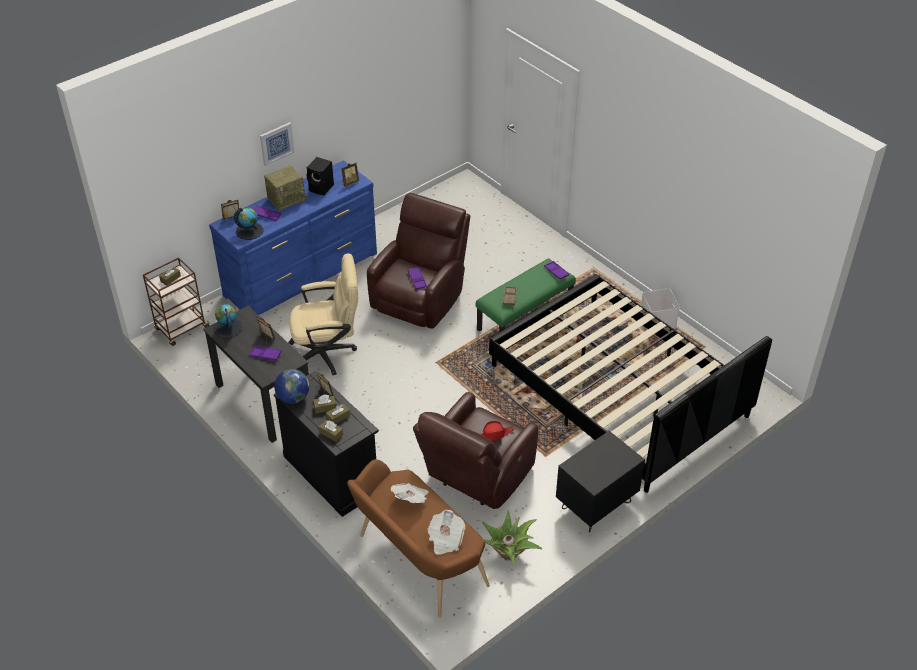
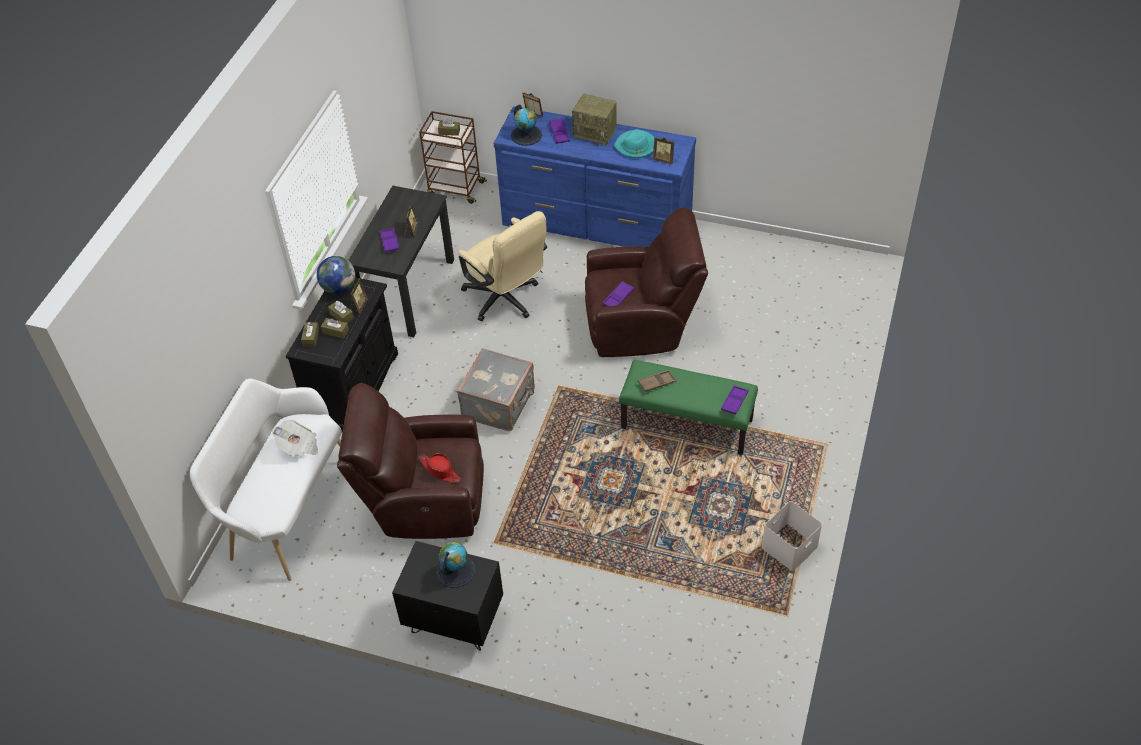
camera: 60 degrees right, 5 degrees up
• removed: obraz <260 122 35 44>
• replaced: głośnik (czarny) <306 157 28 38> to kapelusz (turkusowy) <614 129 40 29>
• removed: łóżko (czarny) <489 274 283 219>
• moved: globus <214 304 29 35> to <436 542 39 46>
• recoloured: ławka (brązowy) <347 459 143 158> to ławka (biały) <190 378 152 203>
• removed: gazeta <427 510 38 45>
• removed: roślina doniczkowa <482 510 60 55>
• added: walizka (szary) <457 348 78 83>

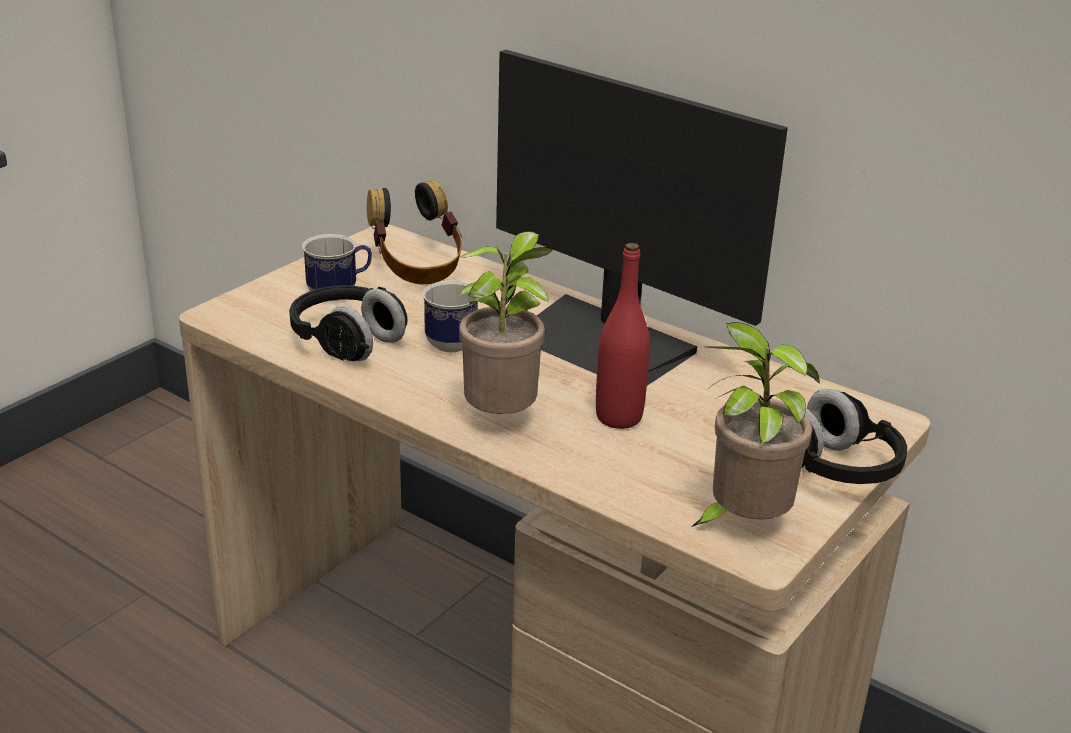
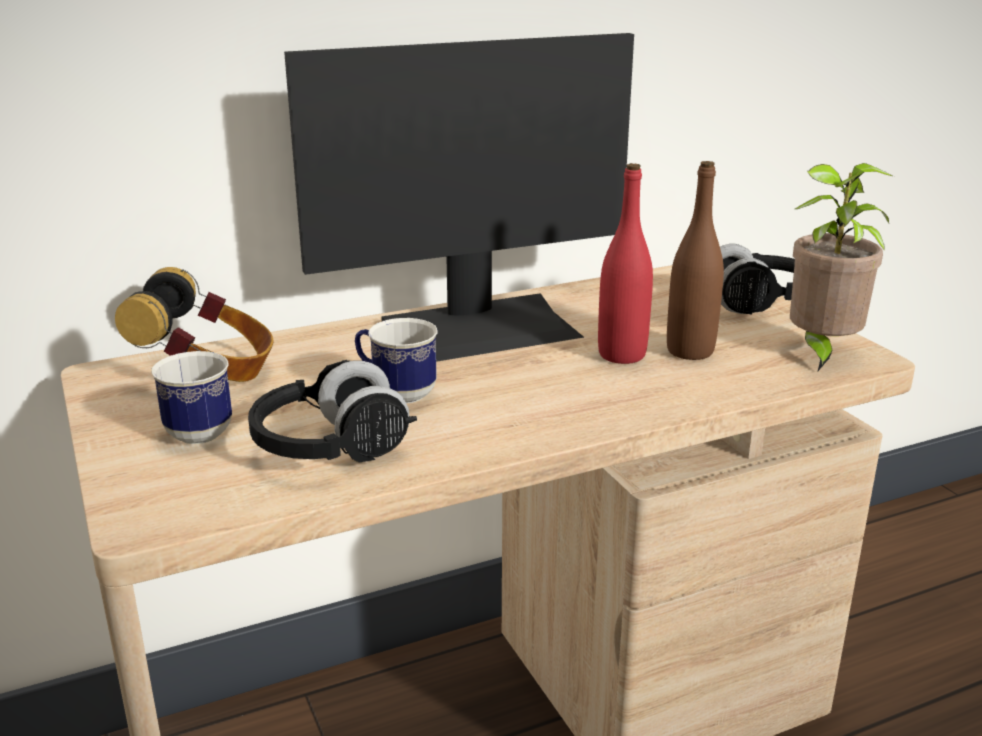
camera: 60 degrees left, 5 degrees down
• removed: roślina doniczkowa <458 231 97 183>
• added: butelka (brązowy) <667 161 57 199>

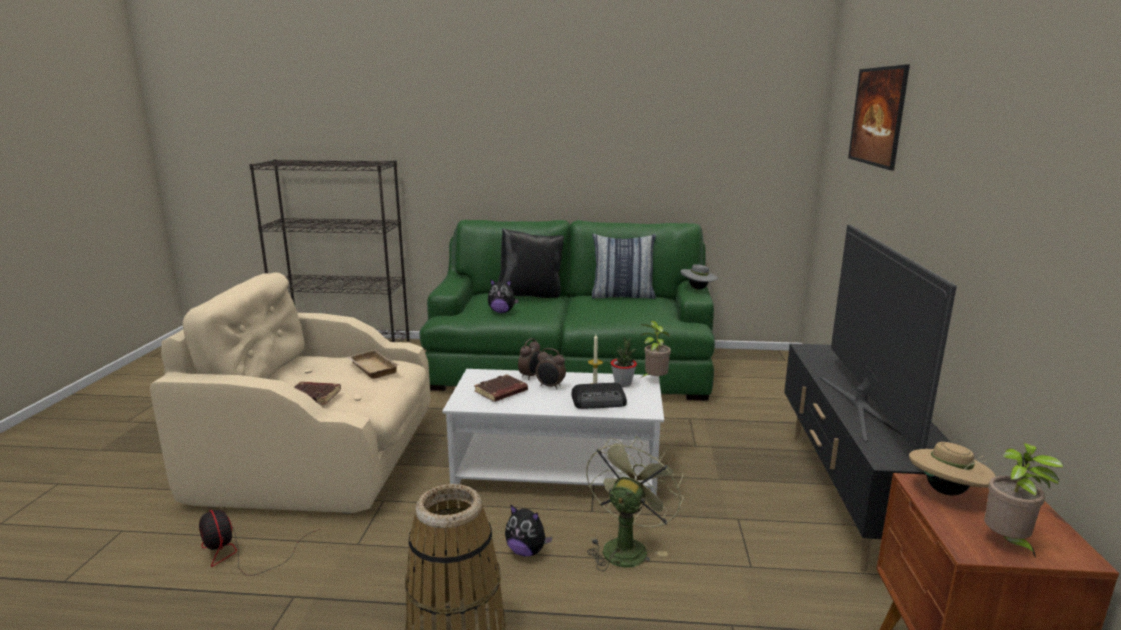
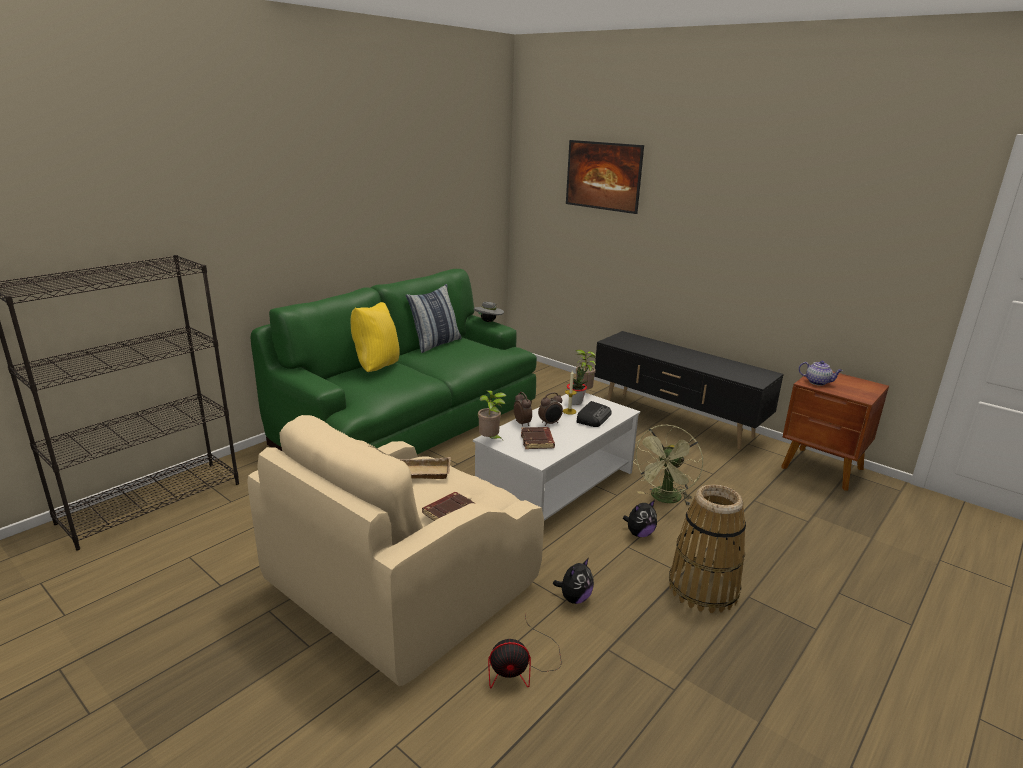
camera: 55 degrees left, 5 degrees up
• removed: telewizor <820 224 137 226>
• recoloured: poduszka (czarny) <498 228 66 70> to poduszka (żółty) <350 302 49 70>
• moved: pluszak <488 279 31 34> to <553 558 41 46>
• turned: wentylator (zielony) <586 436 97 135> = <632 425 71 81> 120 degrees counterclockwise
• replaced: kapelusz (beżowy) <909 442 87 54> to imbryk <799 361 44 25>
• moved: roślina doniczkowa <984 443 79 115> to <478 390 28 50>

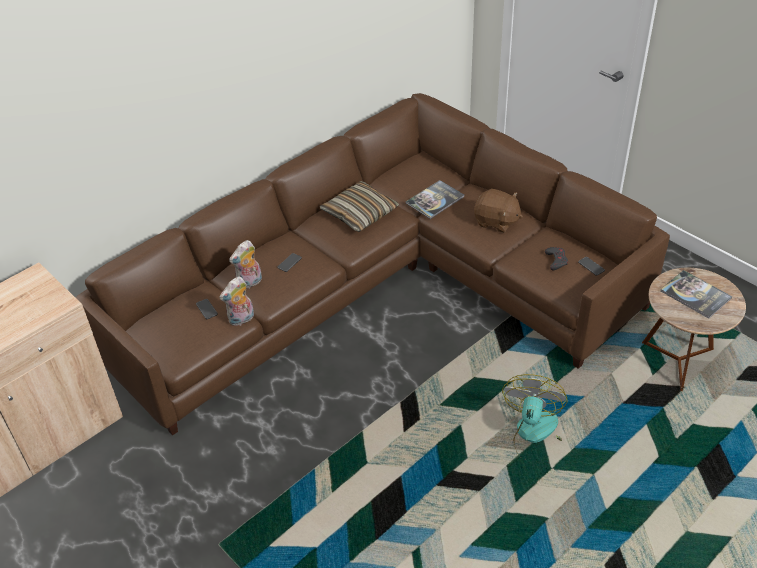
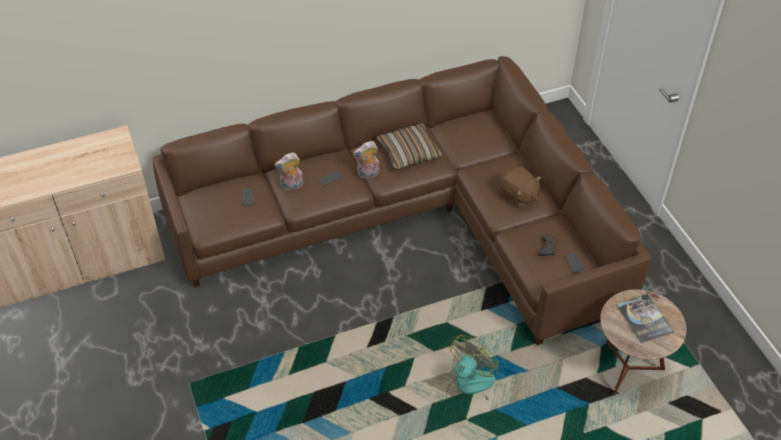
camera: 20 degrees right, 5 degrees up
• removed: książka <406 180 58 39>
• moved: pluszak <219 276 35 50> to <353 141 26 38>

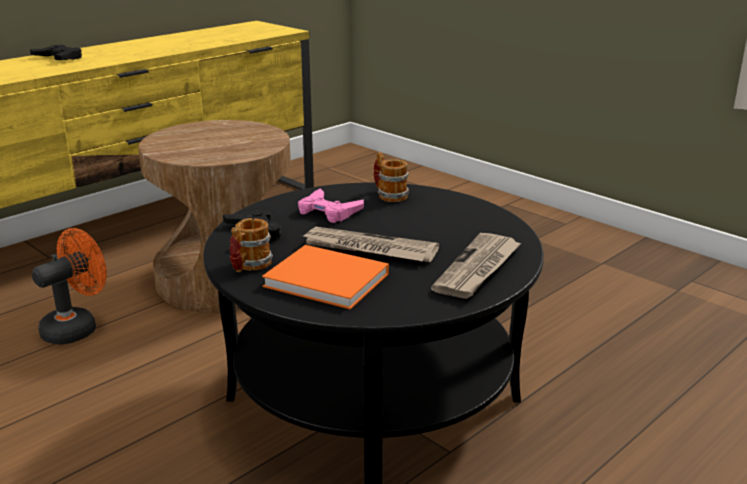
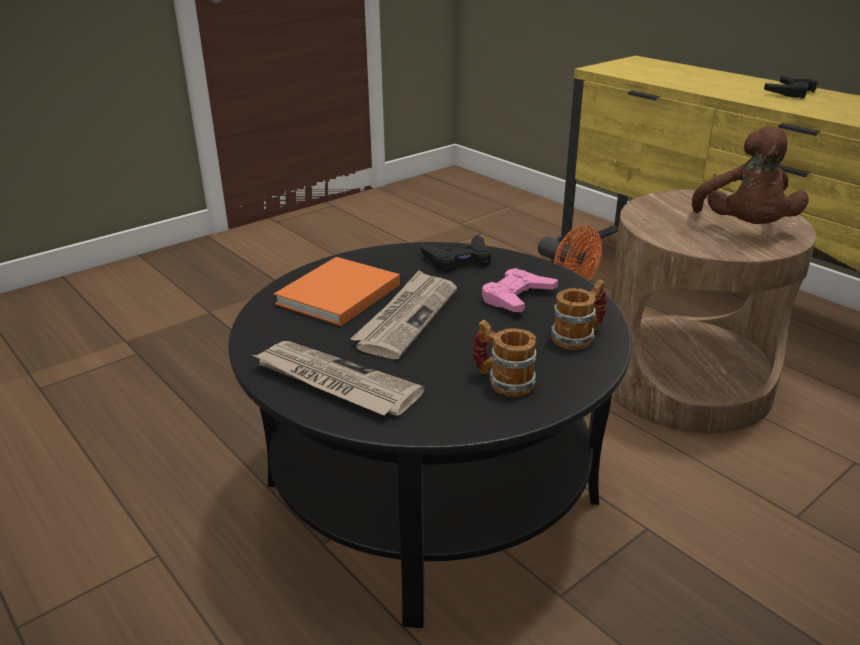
camera: 95 degrees right, 5 degrees up
• moved: kubek <229 218 44 54> to <472 320 64 77>
• added: pluszak (brązowy) <692 126 116 98>

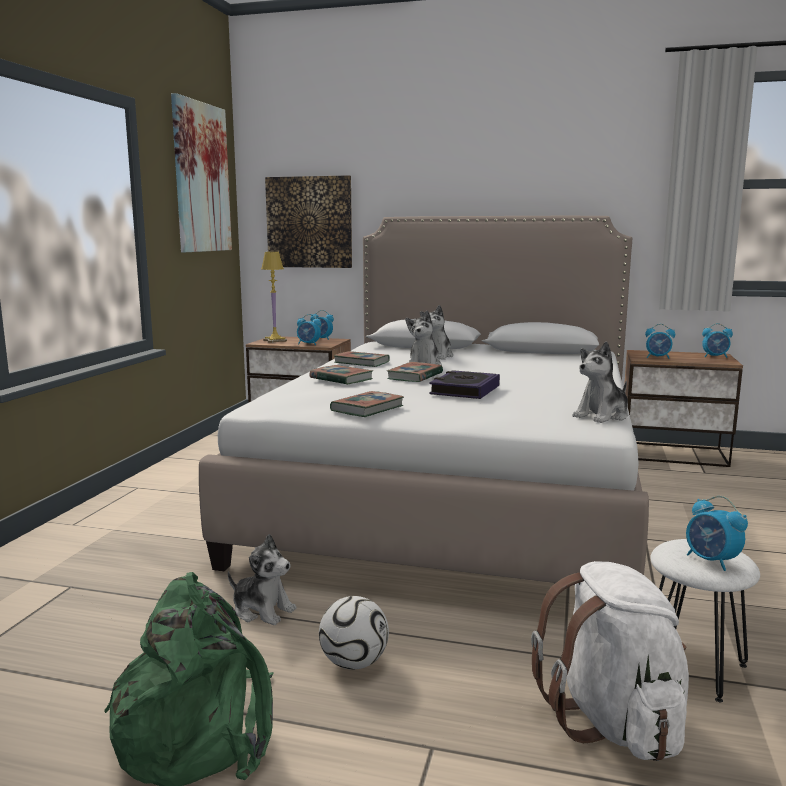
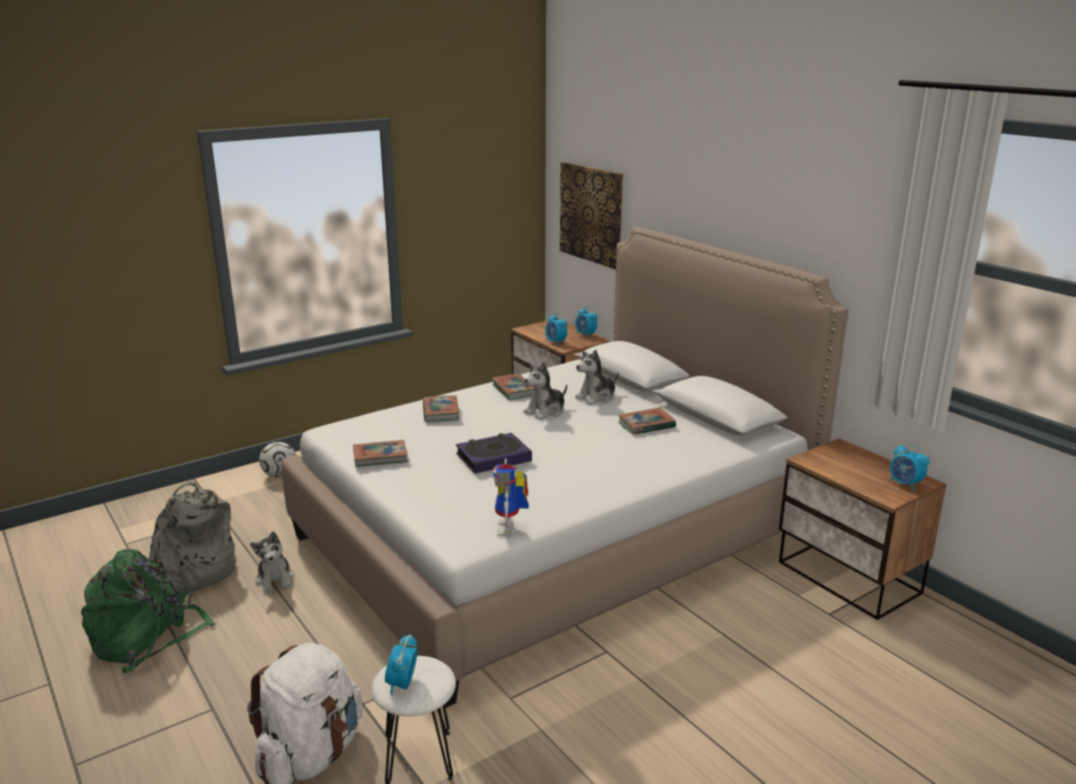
camera: 40 degrees right, 10 degrees up
• removed: obraz <171 93 61 159>
• removed: lampa stołowa (żółty) <261 252 26 91>
• removed: budzik <645 324 30 35>
• replaced: pluszak <572 341 56 82> to robot zabawkowy <493 459 36 77>
• moved: książka <387 362 56 20> to <618 407 58 28>
• moved: piłka futbolowa <319 596 70 74> to <259 442 37 36>
• added: plecak (szary) <149 481 87 111>

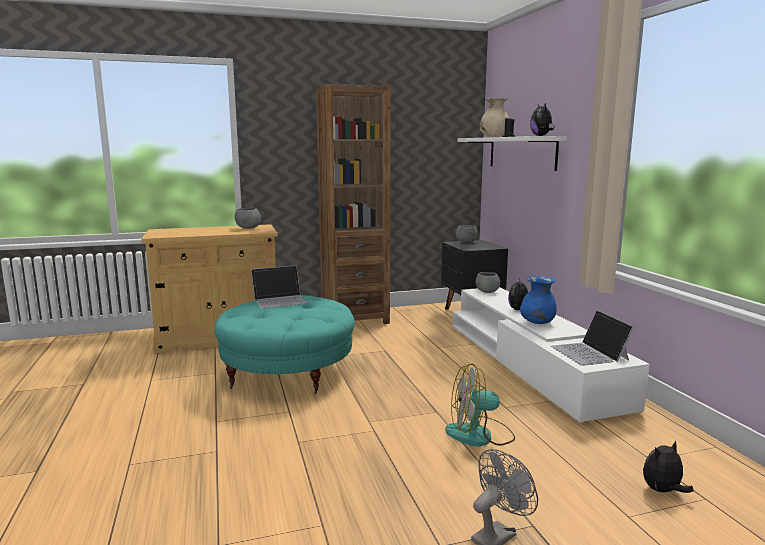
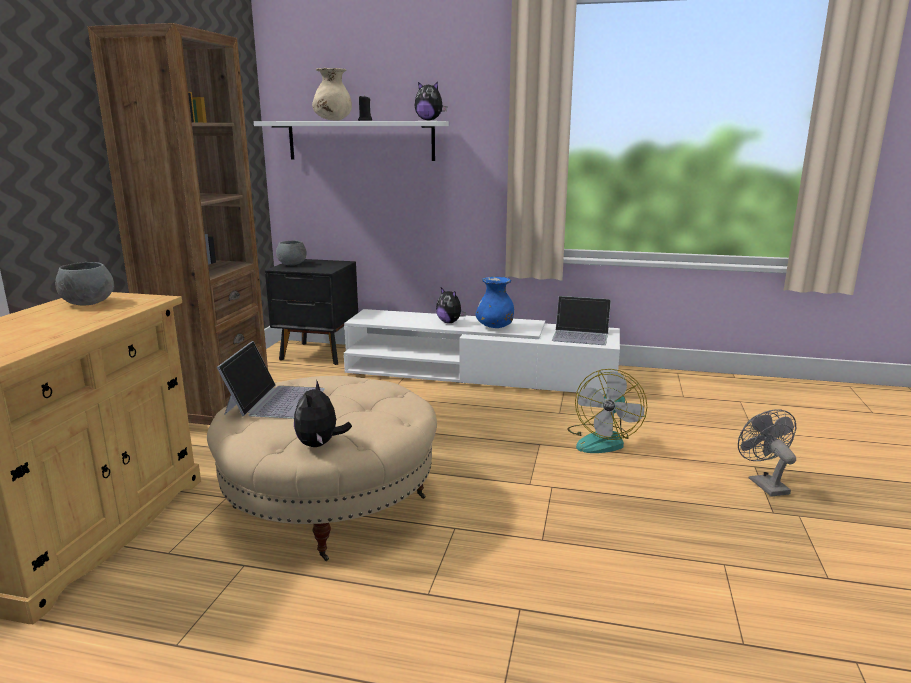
camera: 60 degrees left, 5 degrees up
• removed: miska (szary) <475 272 25 21>
• recoloured: pufa (turkusowy) <214 295 141 99> to pufa (beżowy) <207 376 230 185>
• moved: pluszak <643 440 51 53> to <294 380 58 67>

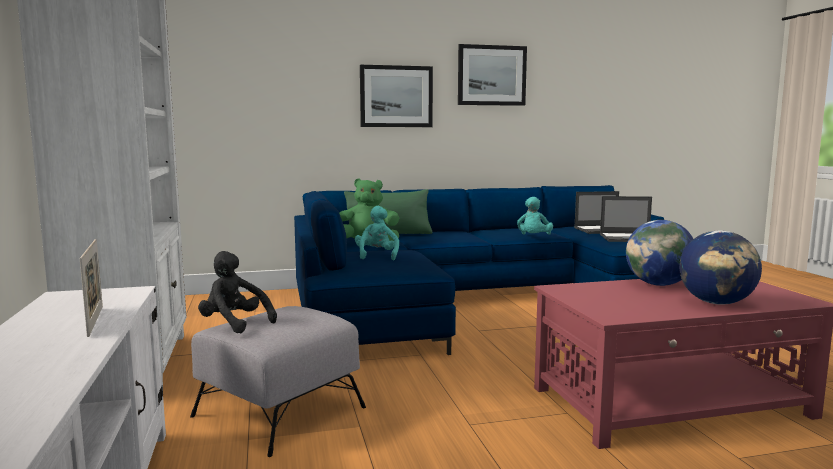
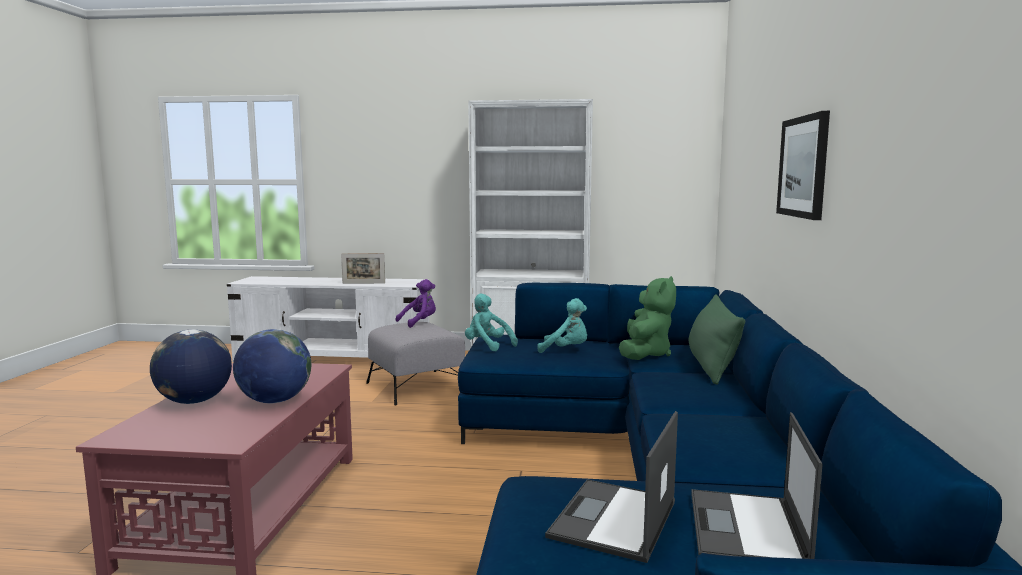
camera: 110 degrees right, 0 degrees up
• removed: obraz <458 44 69 62>
• moved: pluszak (turkusowy) <517 197 36 38> to <465 293 53 59>
• recoloured: pluszak (czarny) <198 251 79 82> to pluszak (fioletowy) <395 279 41 49>

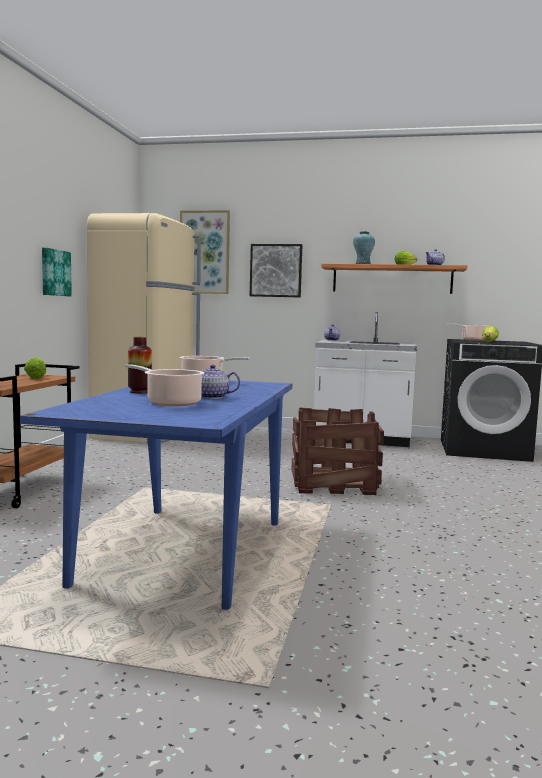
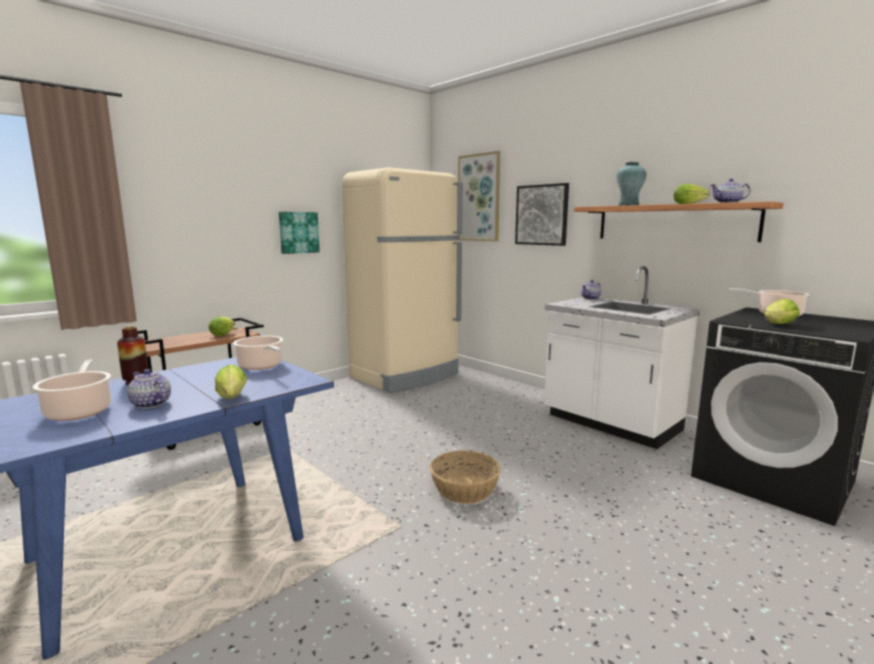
camera: 35 degrees right, 5 degrees up
• replaced: skrzynka <291 407 93 88> to koszyk <430 450 71 54>
• added: sałata <215 364 32 35>

